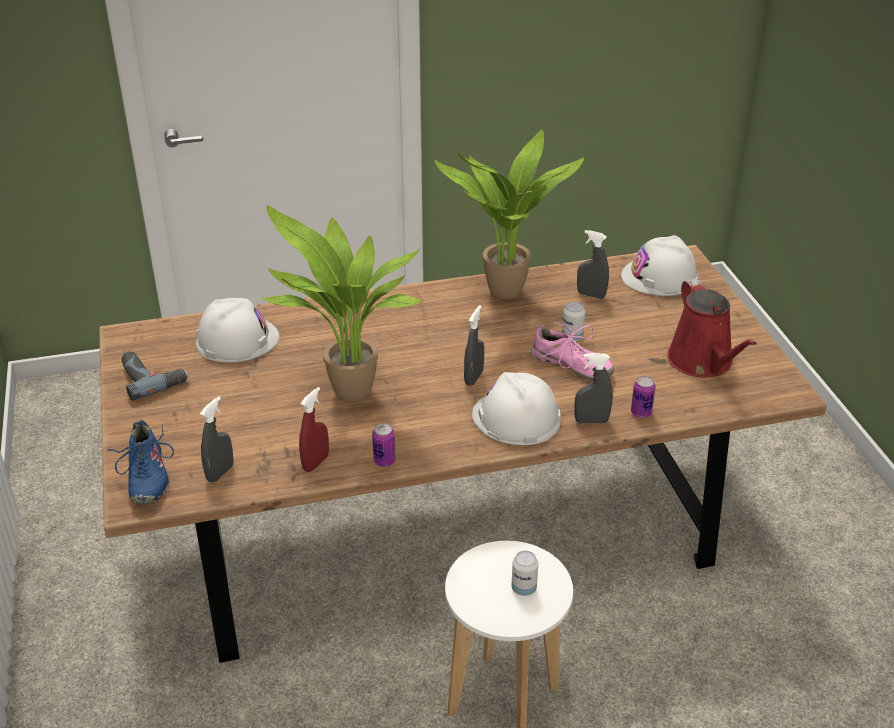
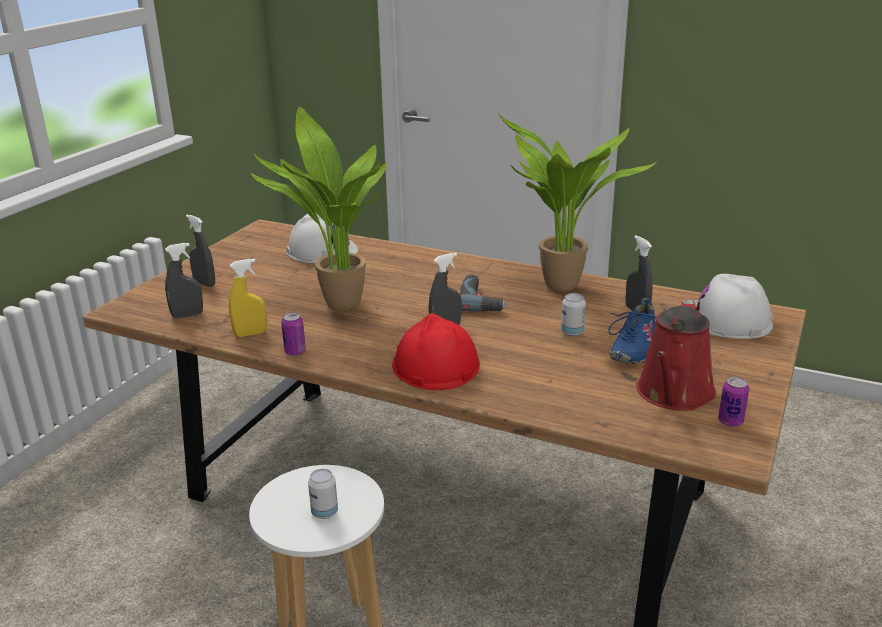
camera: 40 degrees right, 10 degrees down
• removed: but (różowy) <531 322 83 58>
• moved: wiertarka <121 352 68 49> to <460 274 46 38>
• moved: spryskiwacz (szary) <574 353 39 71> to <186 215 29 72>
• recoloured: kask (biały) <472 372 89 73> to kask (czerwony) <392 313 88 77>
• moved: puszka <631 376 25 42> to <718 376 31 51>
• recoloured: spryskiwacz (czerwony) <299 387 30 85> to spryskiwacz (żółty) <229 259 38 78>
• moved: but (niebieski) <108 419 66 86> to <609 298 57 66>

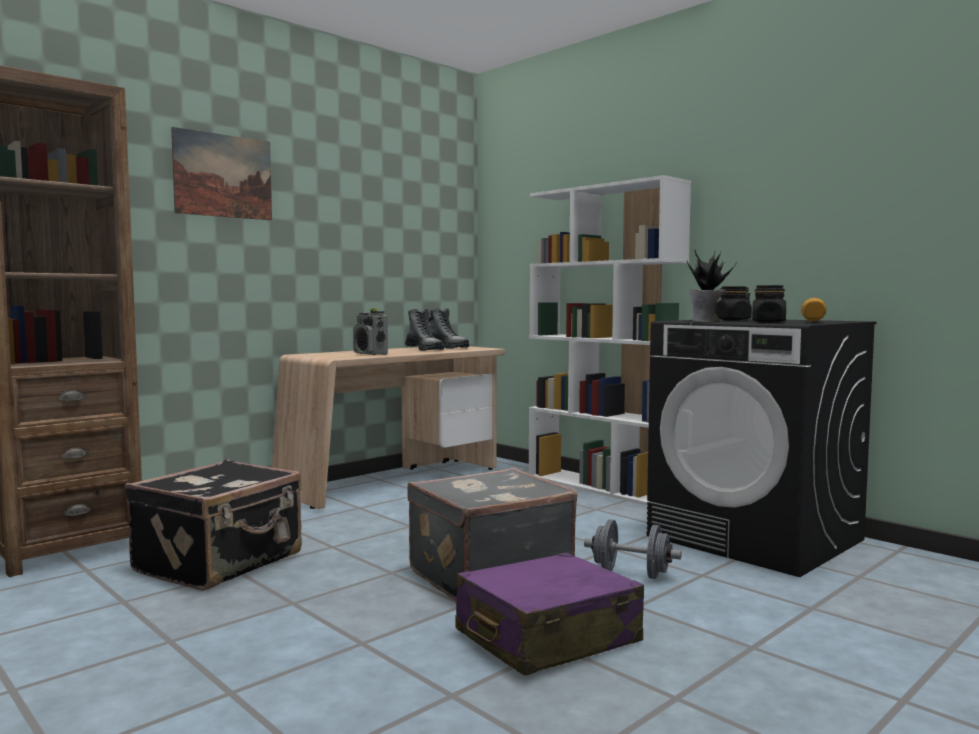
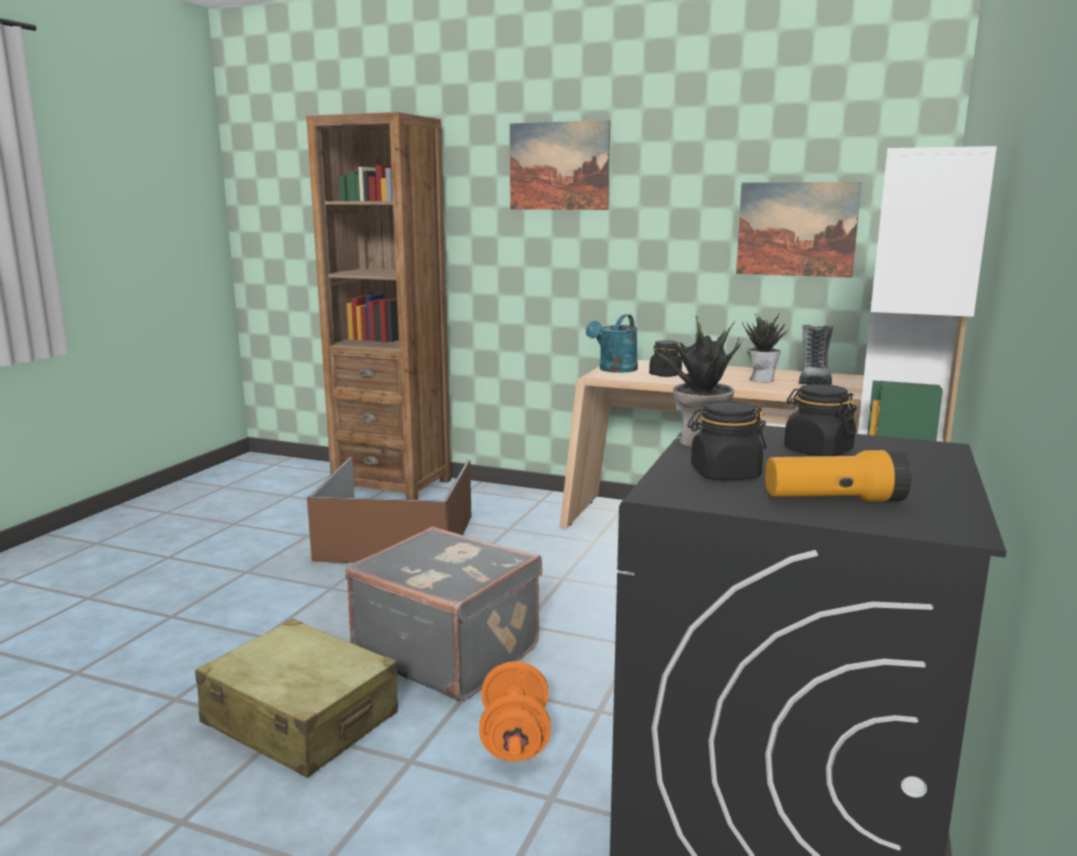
camera: 65 degrees right, 10 degrees up
• replaced: radio <353 308 35 47> to słoik (czarny) <649 340 33 37>
• replaced: but z cholewką <405 309 39 42> to roślina doniczkowa <742 312 47 70>
• replaced: walizka (czarny) <125 460 177 131> to pojemnik do przechowywania (brązowy) <307 457 164 106>
• recoloured: hantel (szary) <584 519 98 60> to hantel (pomarańczowy) <479 661 72 100>
• recoloured: walizka (fioletowy) <455 553 189 123> to walizka (beżowy) <195 619 203 159>
• added: obraz <736 182 126 96>
• added: konewka (turkusowy) <586 314 52 59>

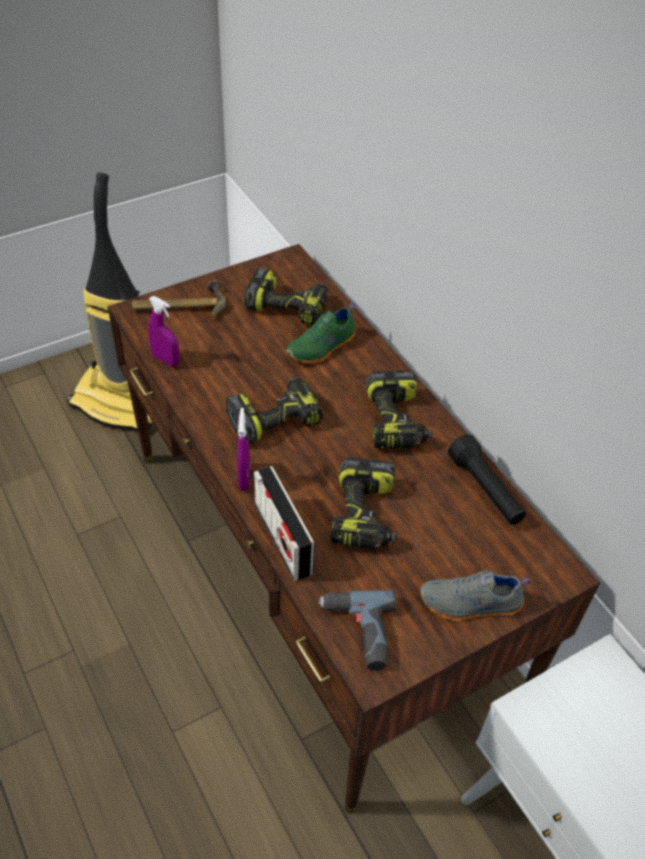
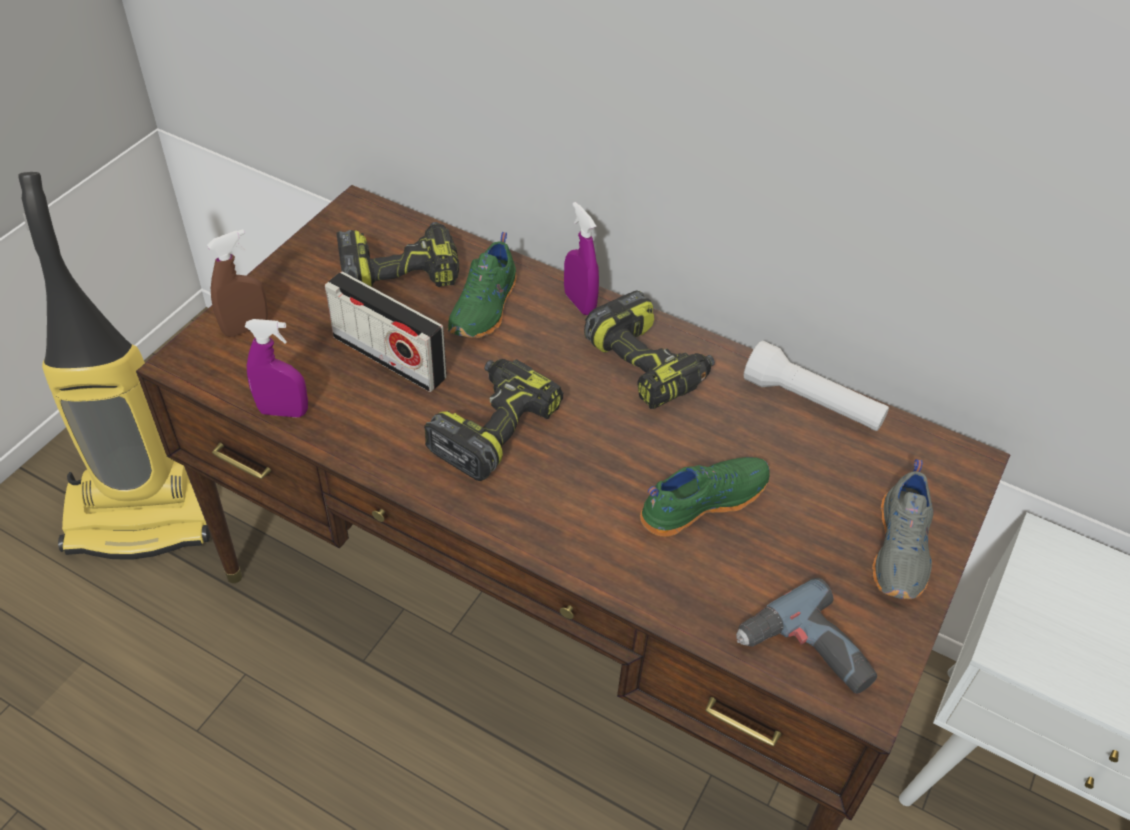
camera: 30 degrees left, 0 degrees up
• replaced: młotek <132 280 94 38> to spryskiwacz (brązowy) <207 229 61 108>
• moved: spryskiwacz (fioletowy) <237 408 13 83> to <564 202 35 113>
• recoloured: latarka (czarny) <448 434 78 91> to latarka (biały) <744 341 145 90>
• replaced: wiertarka <330 458 66 91> to but (zielony) <640 457 130 80>
• moved: radio <254 466 61 115> to <325 271 122 121>
• turned: but (szary) <420 570 110 51> = <872 459 61 140> 45 degrees counterclockwise

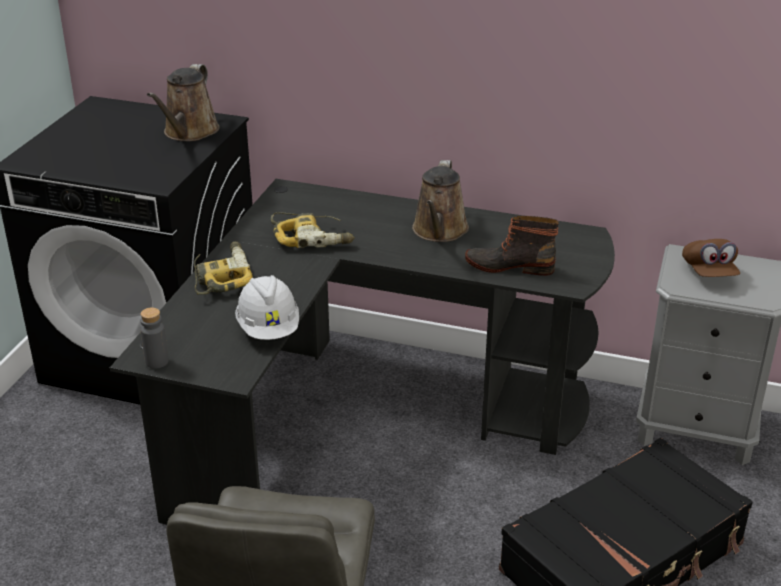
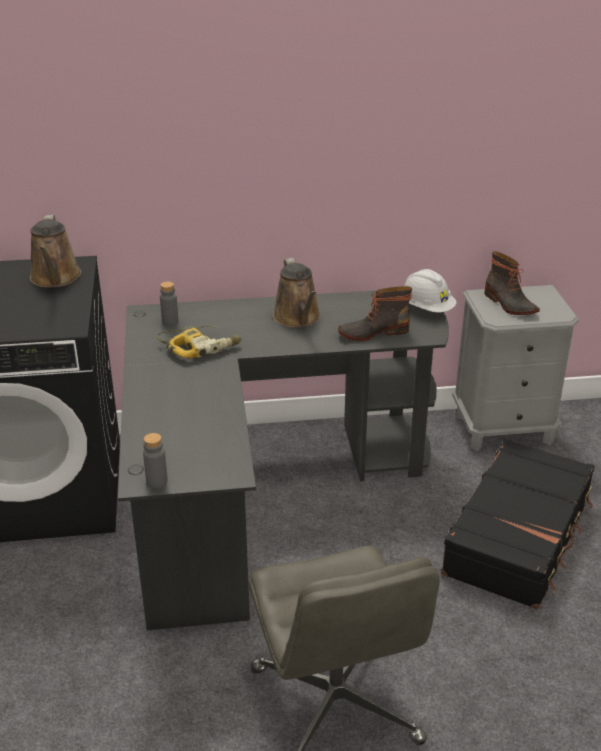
camera: 25 degrees left, 0 degrees up
• replaced: czapka z daszkiem (brązowy) <682 239 58 38> to but z cholewką <484 251 56 64>
• removed: wiertarka <194 241 59 54>
• moved: kask (biały) <235 275 64 65> to <404 269 53 44>
• added: butelka (szary) <160 281 19 45>

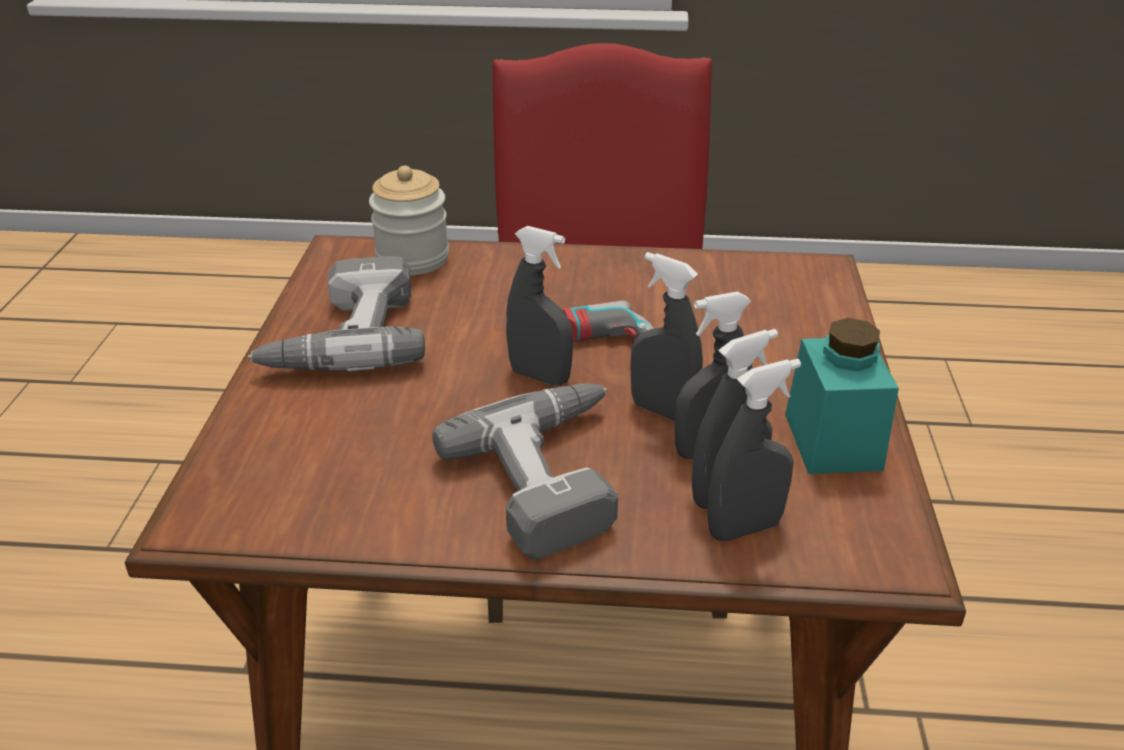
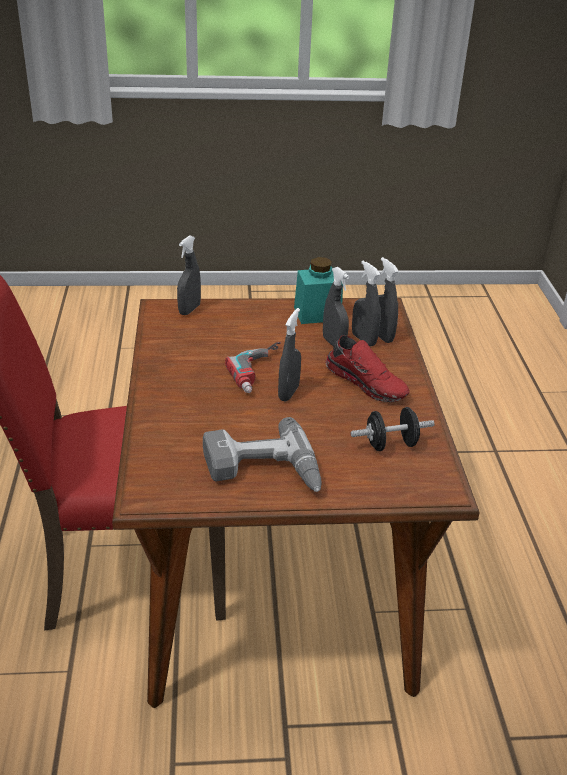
camera: 100 degrees left, 0 degrees up
• removed: słoik <369 165 80 110>
• moved: spryskiwacz (szary) <631 252 72 169> to <177 235 24 80>
• replaced: wiertarka <432 384 186 176> to but (czerwony) <326 335 83 67>
• added: hantel (czarny) <351 407 84 44>

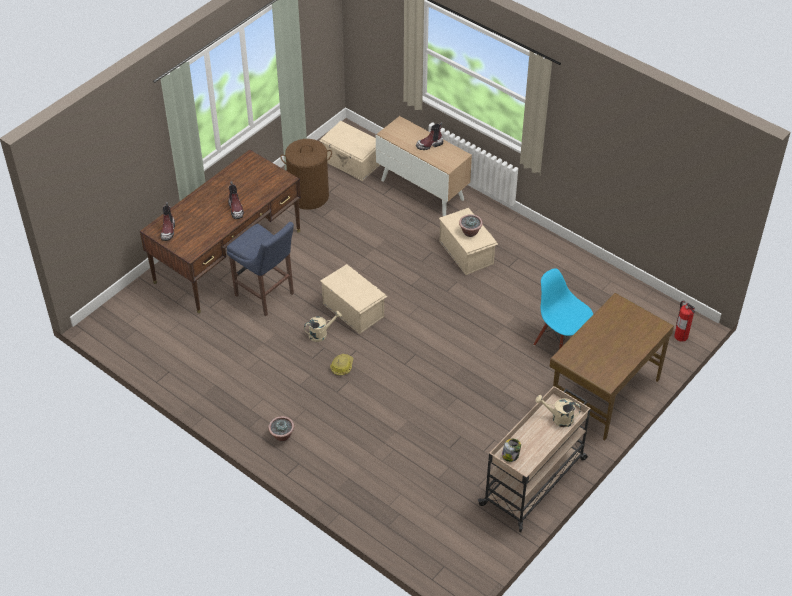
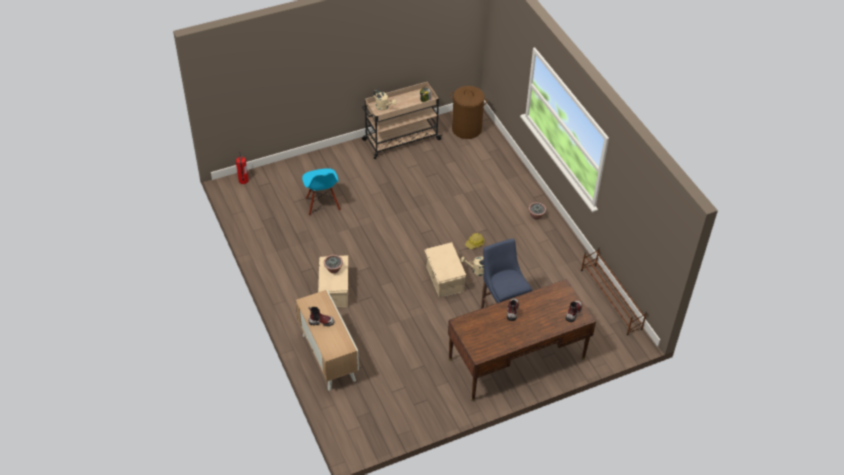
camera: 155 degrees left, 0 degrees up
• removed: pojemnik do przechowywania (beżowy) <320 121 60 60>
• moved: kosz na pranie (brązowy) <280 139 52 71> to <450 86 38 53>
• removed: biurko (brązowy) <549 293 125 147>
• added: regał na buty (brązowy) <581 248 66 87>

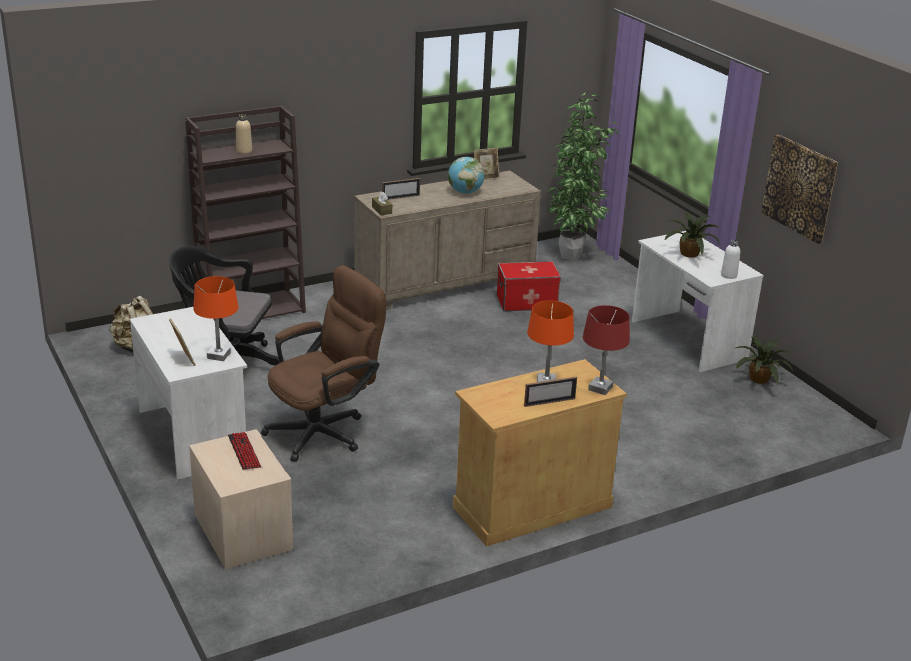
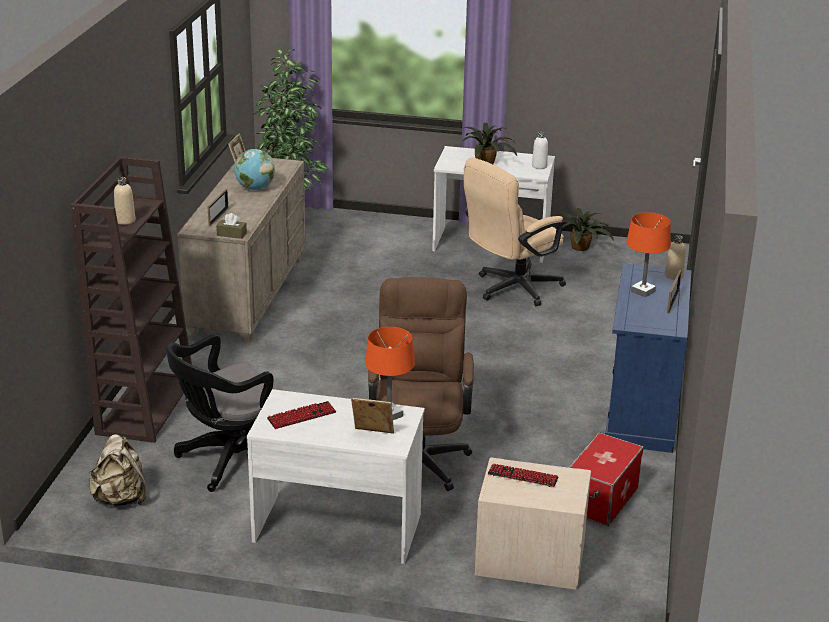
camera: 50 degrees left, 0 degrees up
• removed: obraz <761 134 77 110>
• moved: pojemnik do przechowywania <497 261 64 50> to <568 432 76 94>
• replaced: lampa stołowa (czerwony) <583 305 47 90> to butelka (beżowy) <665 235 21 45>
• recoloured: szafka (beżowy) <453 359 174 188> to szafka (niebieski) <605 263 86 190>
• added: krzesło biurowe (beżowy) <464 158 102 148>
• added: klawiatura <267 401 69 28>

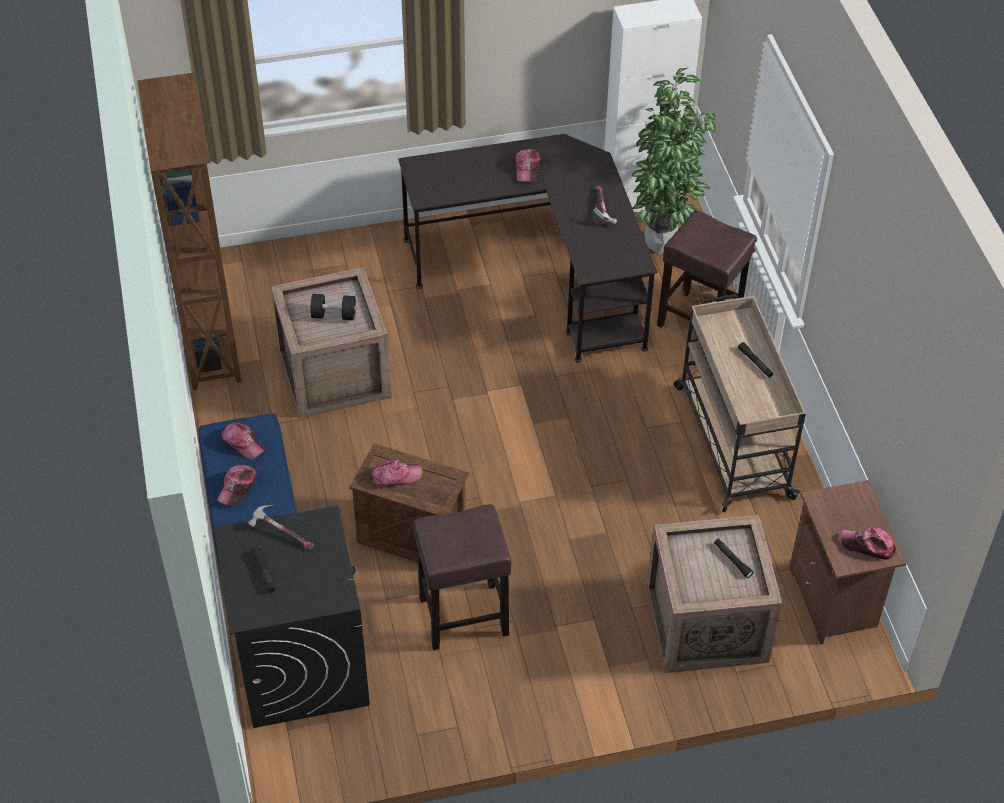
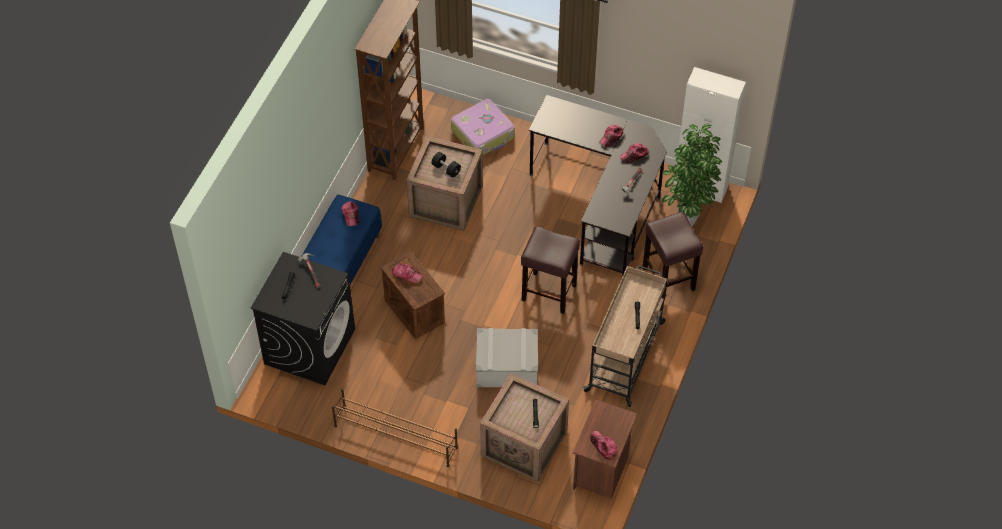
camera: 35 degrees right, 5 degrees up
• moved: czapka z daszkiem <217 465 40 41> to <620 143 29 21>
• moved: stołek (brązowy) <413 504 98 146> to <521 226 59 88>
• added: walizka <451 99 64 56>
• added: pojemnik do przechowywania (szary) <475 328 63 59>
• added: regał na buty (brązowy) <332 389 126 78>

